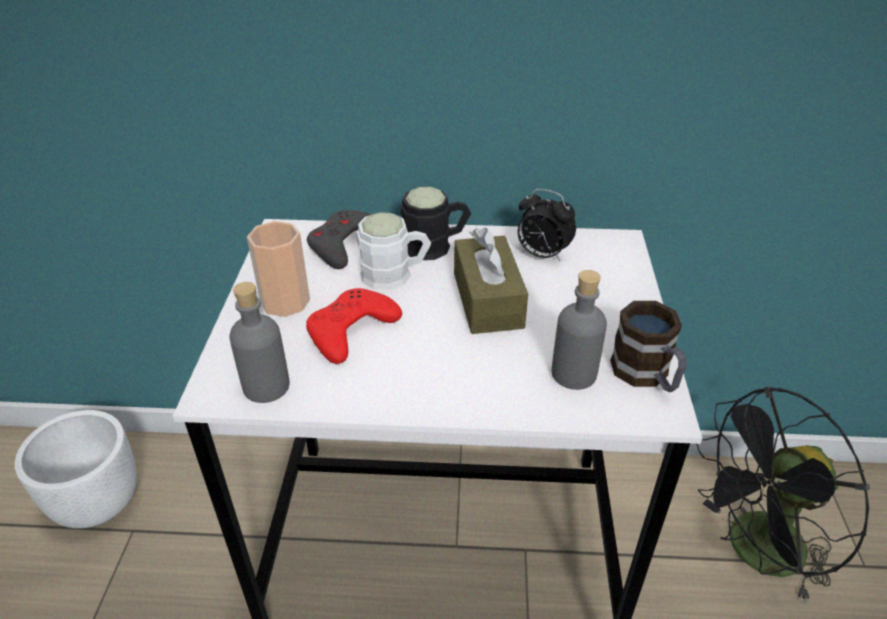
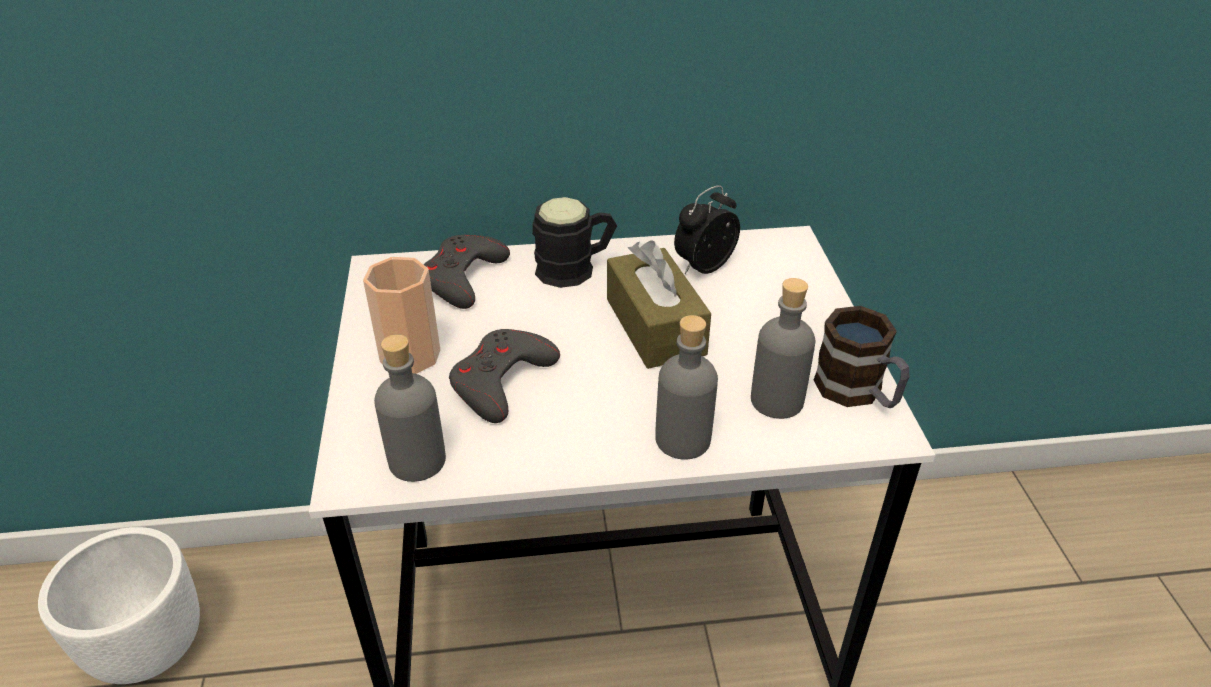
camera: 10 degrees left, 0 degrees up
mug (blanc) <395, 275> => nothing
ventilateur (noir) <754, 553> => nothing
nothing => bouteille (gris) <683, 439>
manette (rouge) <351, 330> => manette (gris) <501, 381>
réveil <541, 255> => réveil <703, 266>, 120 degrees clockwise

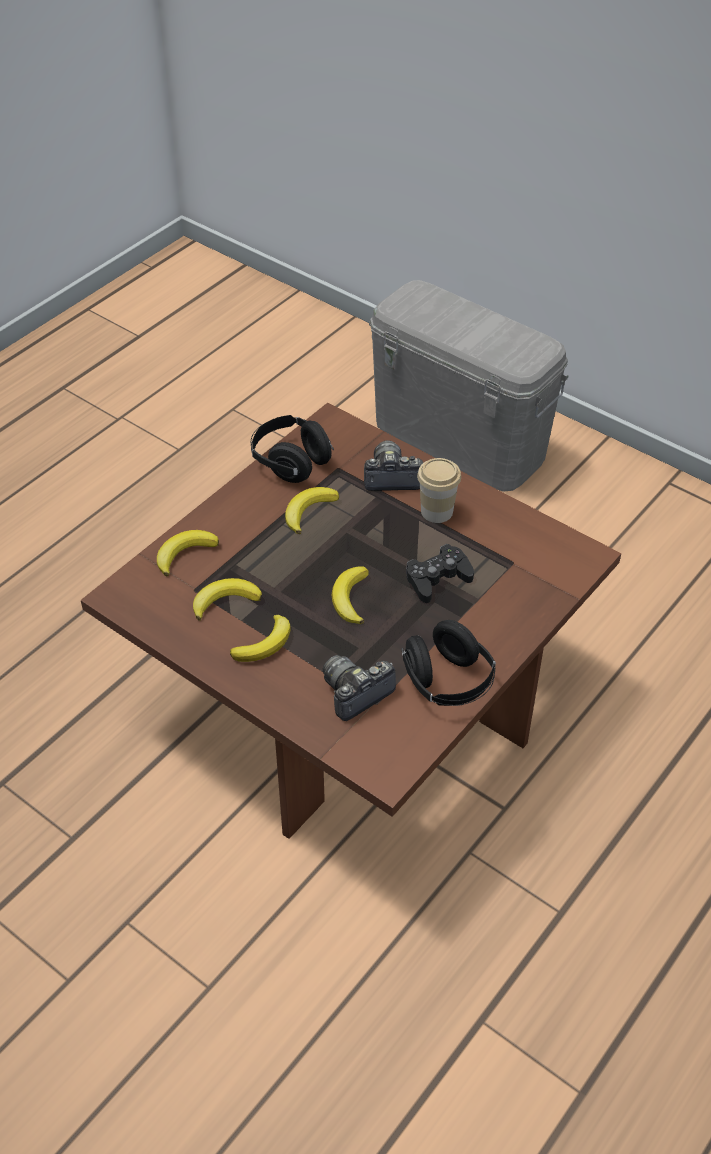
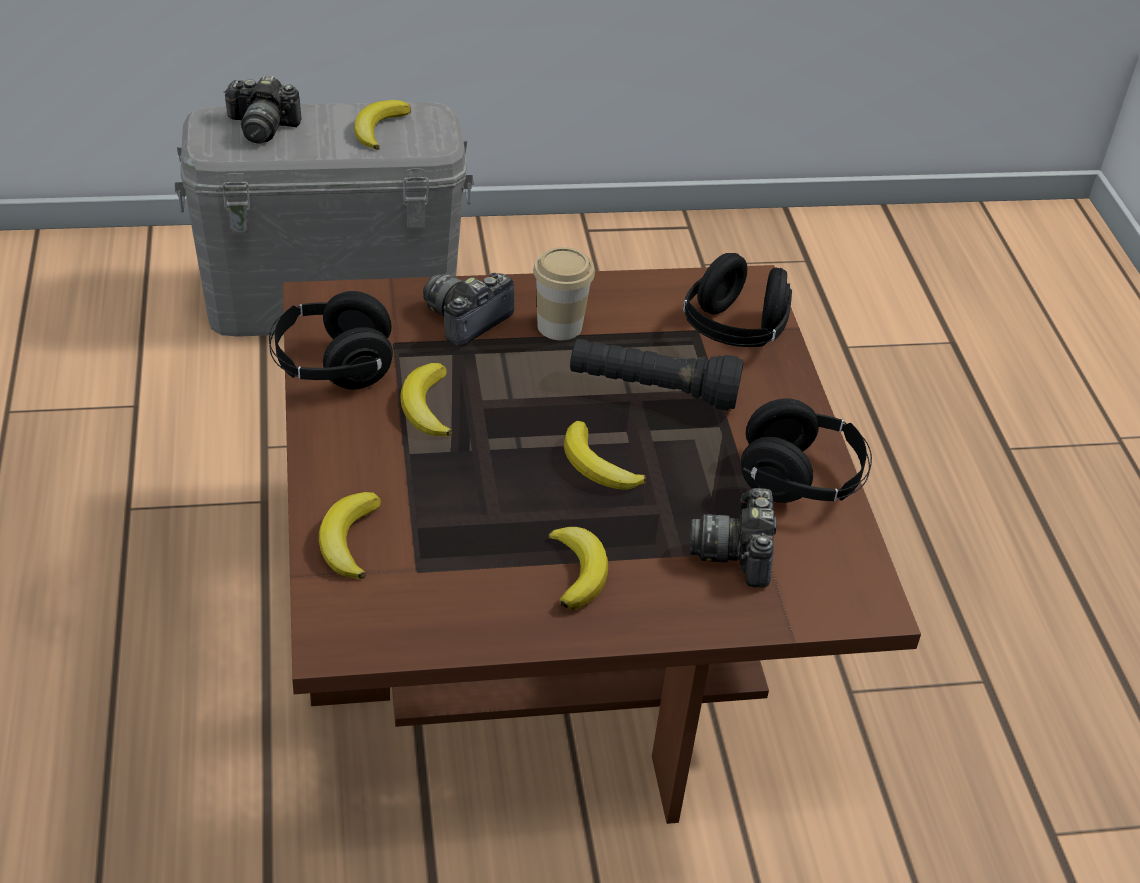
camera: 50 degrees left, 5 degrees down
nothing => appareil photo <262, 127>
nothing => casque audio (noir) <734, 331>
banane <225, 601> => banane <379, 128>, move
manette (noir) <437, 579> => lampe de poche (noir) <653, 390>

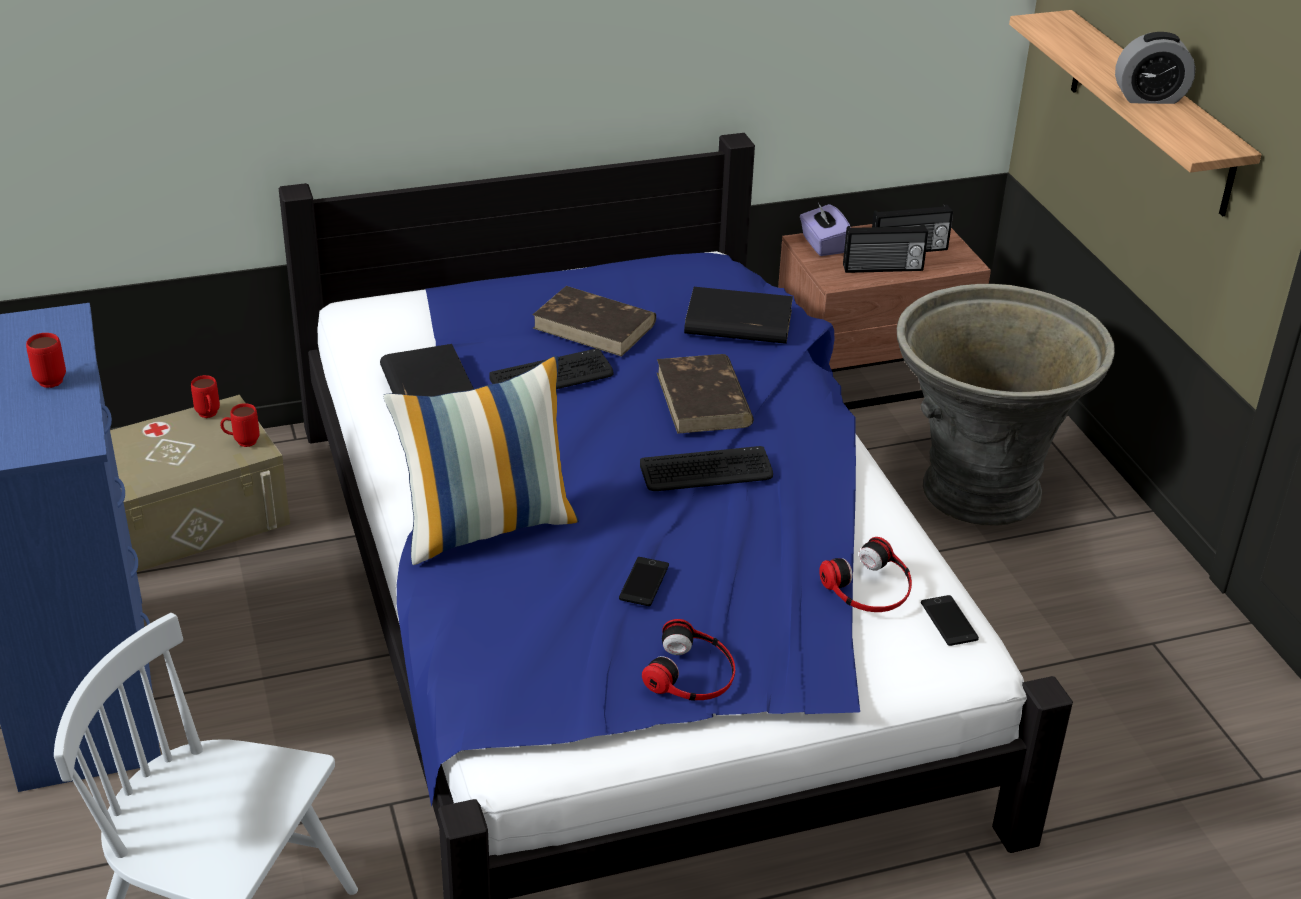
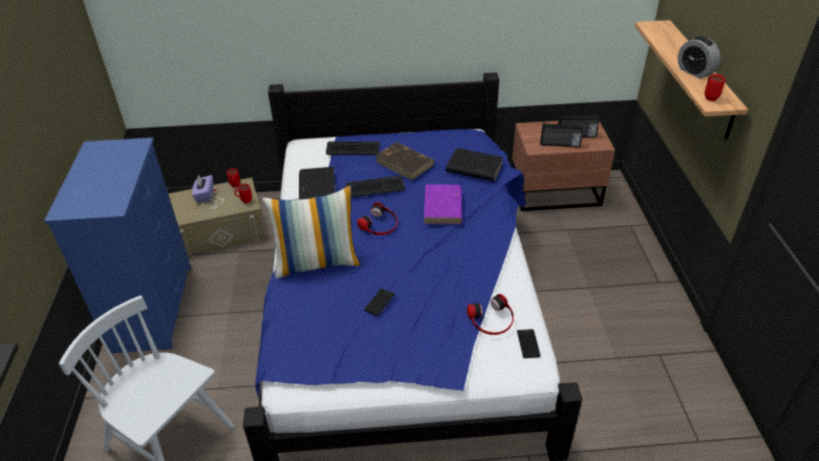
camera: 15 degrees right, 5 degrees up
cache-pot (gris) <978, 490> => nothing
mug (rouge) <53, 378> => mug (rouge) <710, 97>, move
clavier <706, 471> => clavier <353, 149>, move
casque audio <692, 673> => casque audio <380, 224>, move
boîte à mouchoirs (violet) <823, 245> => boîte à mouchoirs (violet) <204, 195>, move
livre (marron) <704, 400> => livre (violet) <443, 207>
réveil <1149, 98> => réveil <694, 72>, 45 degrees clockwise

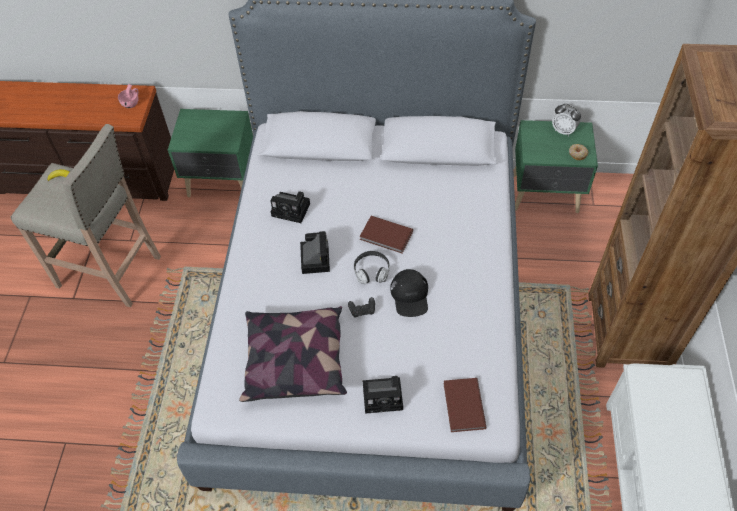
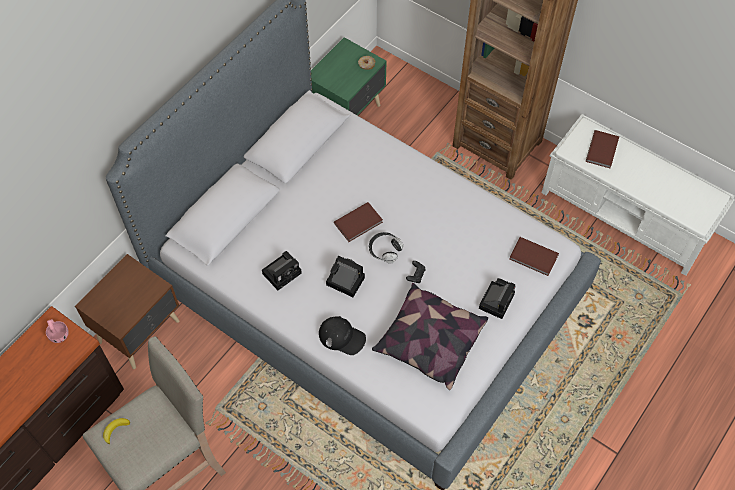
camera: 60 degrees left, 5 degrees up
réveil <563, 131> => nothing
nothing => livre (marron) <603, 150>
casquette (noir) <410, 295> => casquette (noir) <342, 337>, move
table de chevet (vert) <223, 182> => table de chevet (marron) <141, 331>

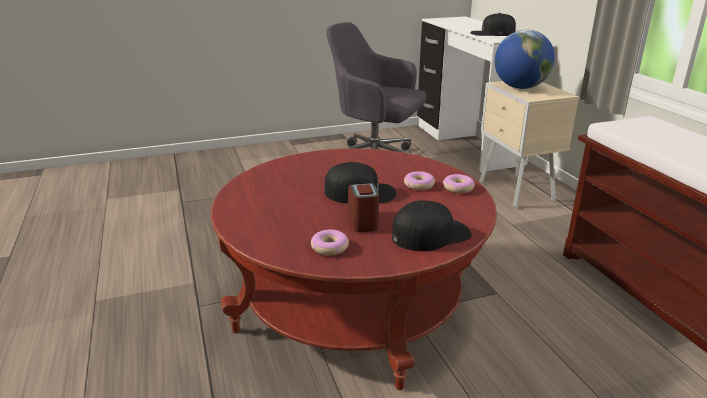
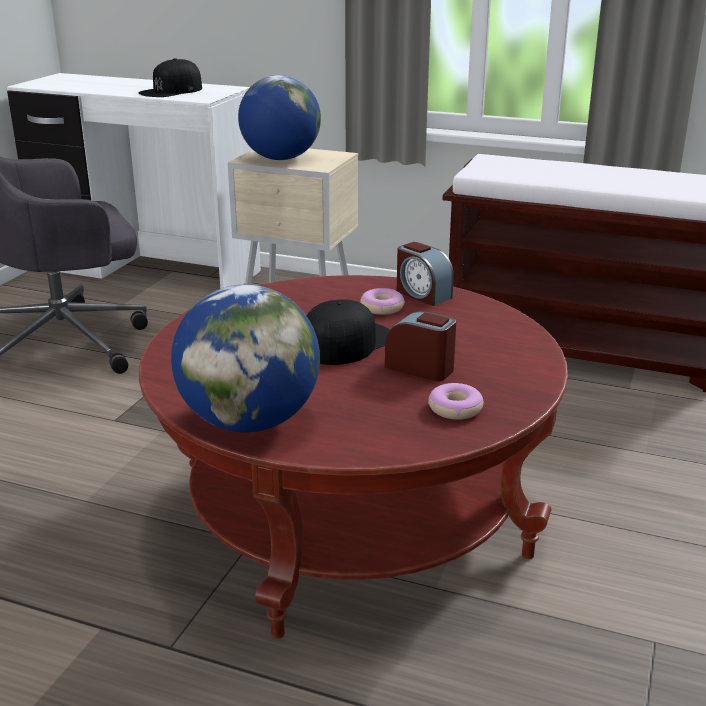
camera: 50 degrees left, 0 degrees up
casquette (noir) <430, 234> => nothing
nothing => globe <249, 422>
beignet <458, 188> => réveil <422, 294>

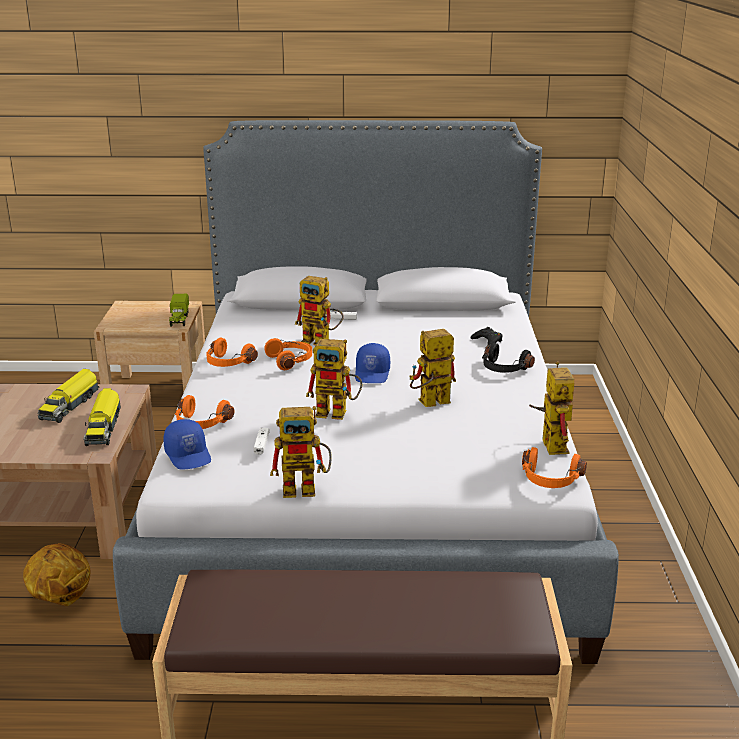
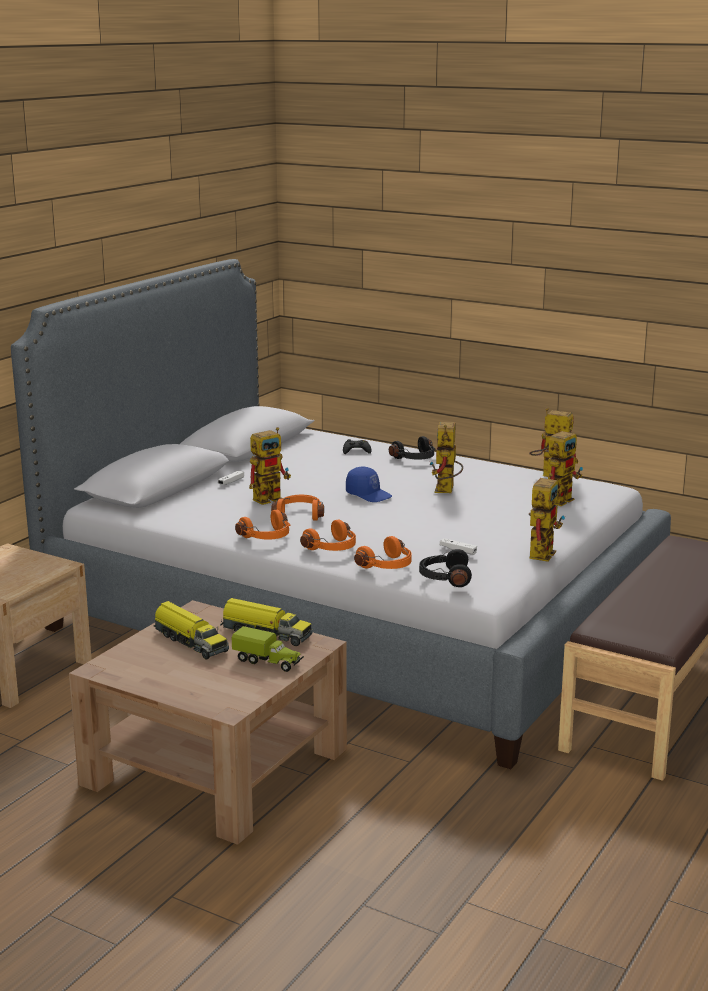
camera: 60 degrees left, 5 degrees down
ballon de basket <61, 599> => nothing
camion jouet <179, 319> => camion jouet <268, 662>, move
robot jouet <338, 413> => robot jouet <561, 498>, move
casque audio (orange) <550, 480> => casque audio (orange) <333, 548>, move
casquette (bleu) <189, 455> => casque audio (noir) <444, 578>

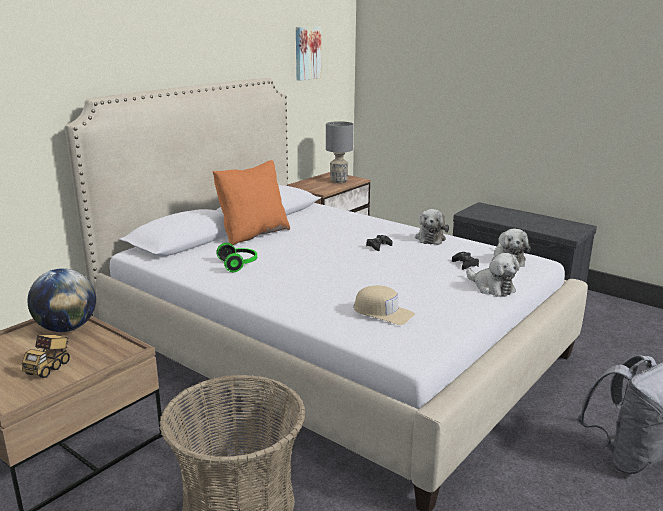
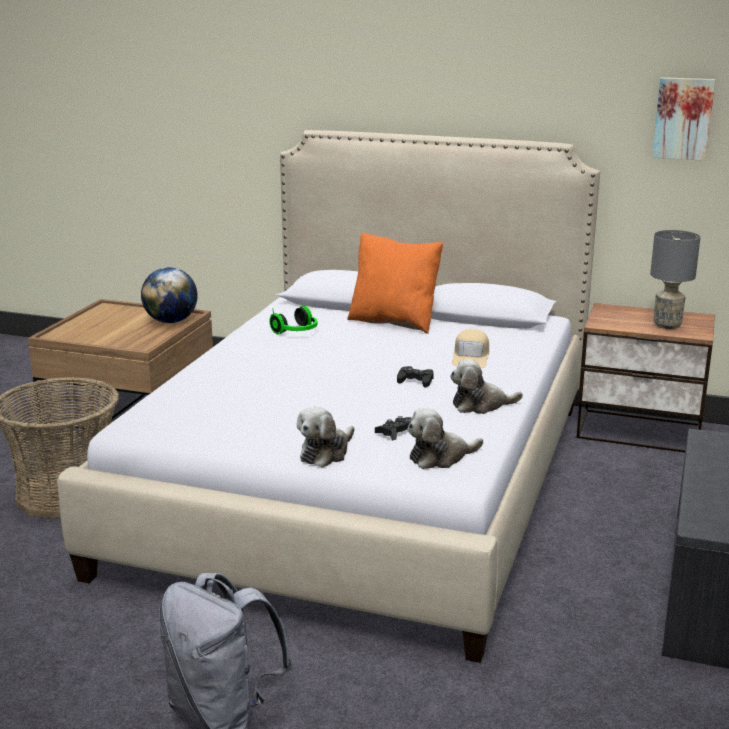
camera: 70 degrees right, 0 degrees up
camion jouet <49, 368> => nothing
casquette (beige) <383, 312> => casquette (beige) <471, 357>, move

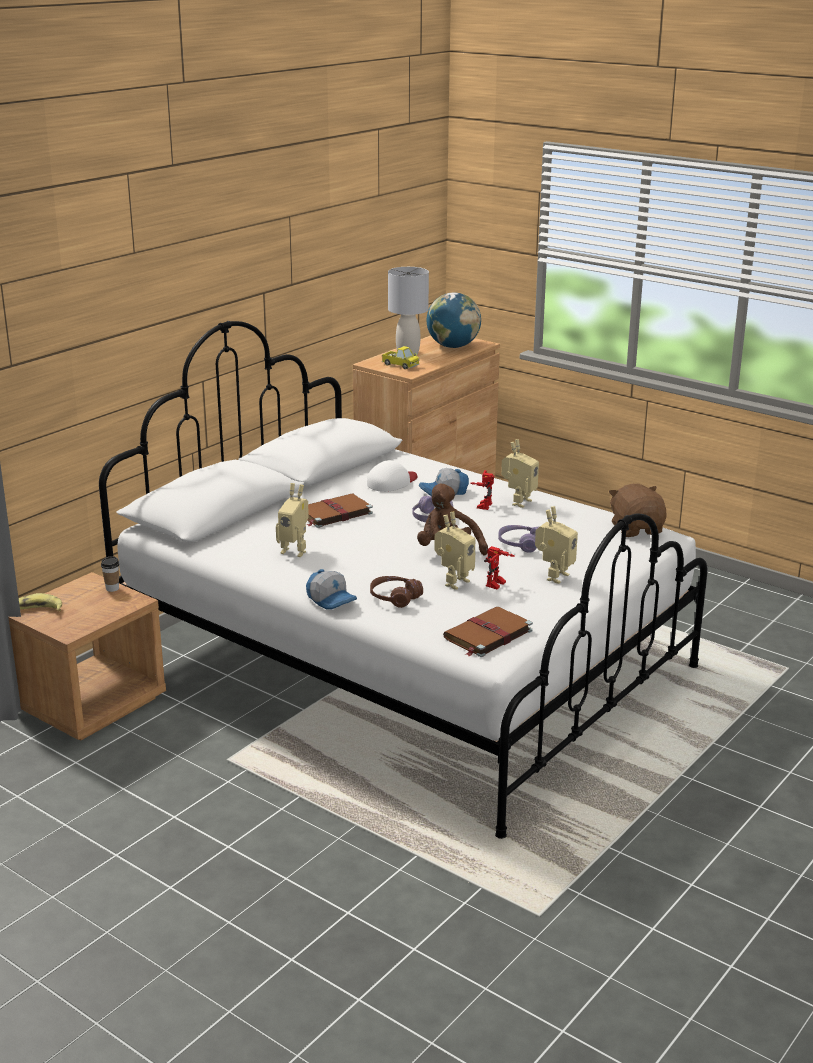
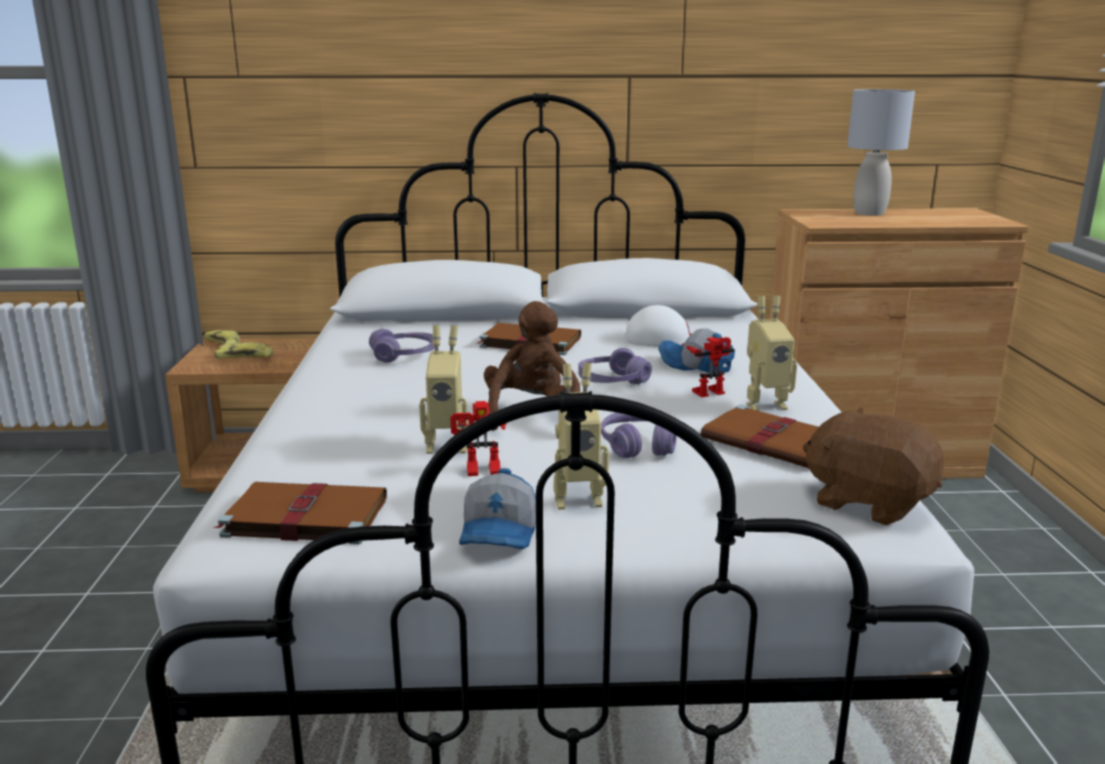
camera: 50 degrees right, 5 degrees down
tasse <112, 588> => nothing
casque audio (marron) <394, 598> => nothing
camion jouet <400, 365> => nothing
globe <453, 346> => nothing
nothing => banane <245, 359>
nothing => livre (marron) <774, 443>
casquette <332, 600> => casquette <501, 532>, move
robot jouet <295, 551> => casque audio (violet) <403, 356>
peluche (marron) <637, 529> => peluche (marron) <868, 502>, 90 degrees counterclockwise

